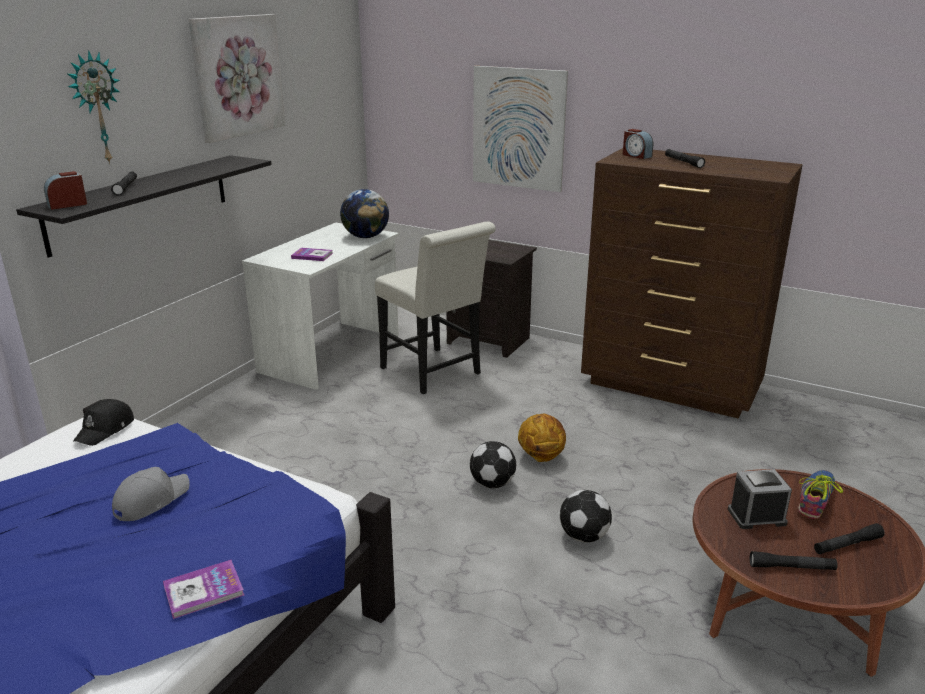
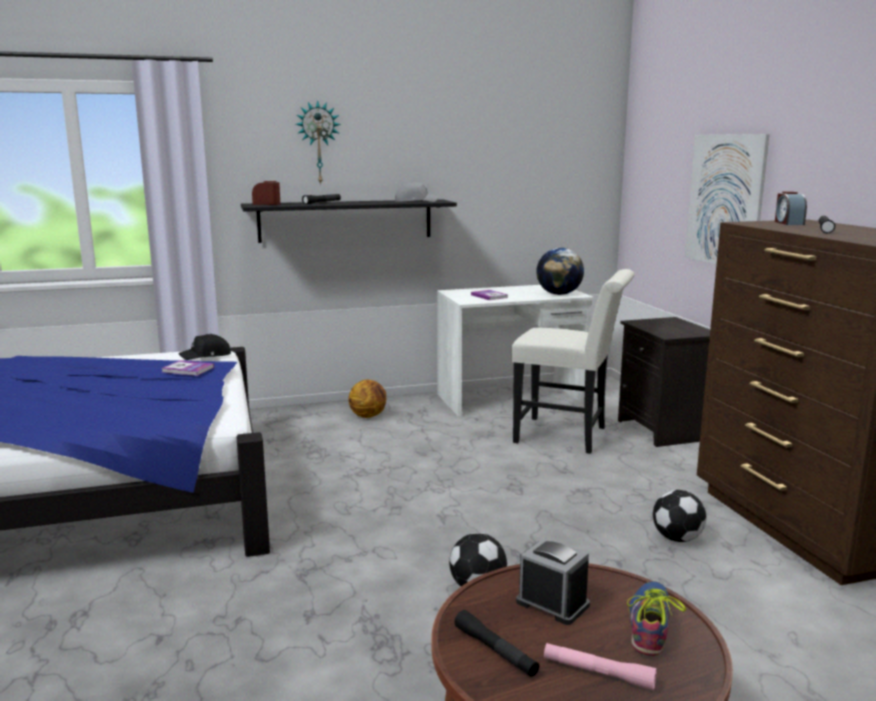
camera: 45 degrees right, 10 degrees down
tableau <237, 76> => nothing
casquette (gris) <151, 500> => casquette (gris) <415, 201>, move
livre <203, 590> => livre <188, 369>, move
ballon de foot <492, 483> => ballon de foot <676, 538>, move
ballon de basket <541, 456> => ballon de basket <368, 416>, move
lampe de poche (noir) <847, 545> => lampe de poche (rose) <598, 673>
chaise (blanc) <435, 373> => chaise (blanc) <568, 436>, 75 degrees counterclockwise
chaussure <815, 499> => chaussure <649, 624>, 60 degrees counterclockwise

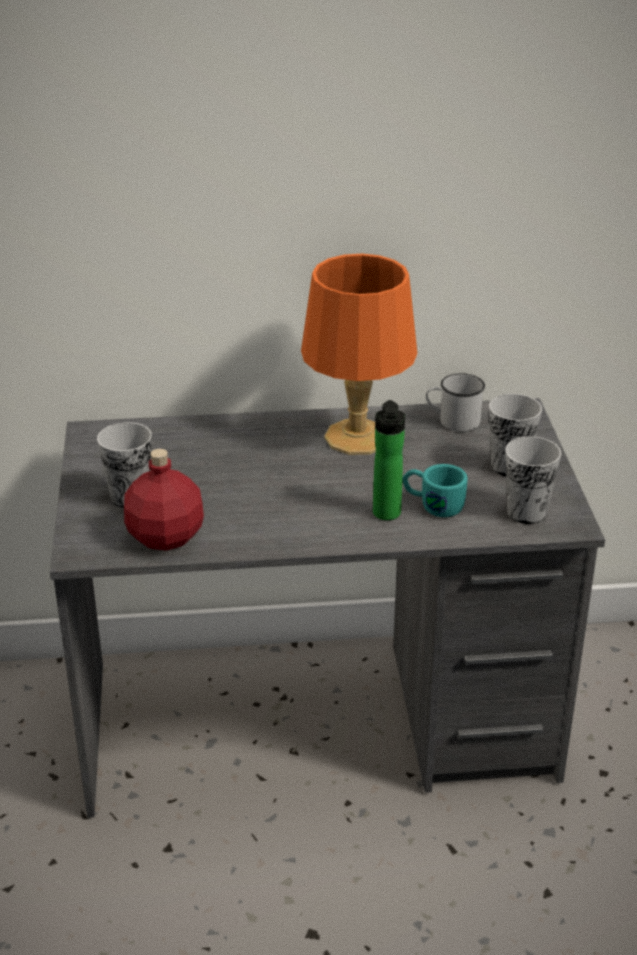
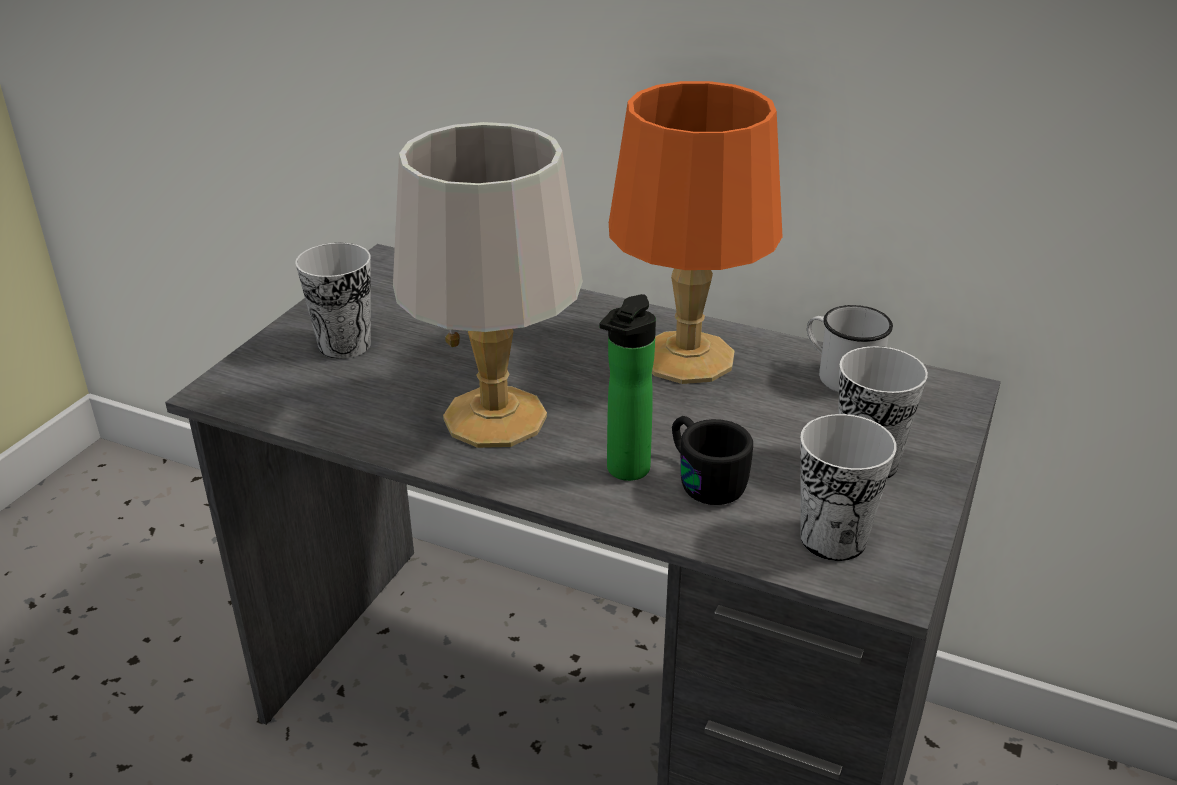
camera: 30 degrees right, 0 degrees up
bouteille (rouge) <166, 536> => nothing
nothing => lampe de table (gris) <497, 419>
mug (turquoise) <432, 504> => mug (noir) <702, 478>

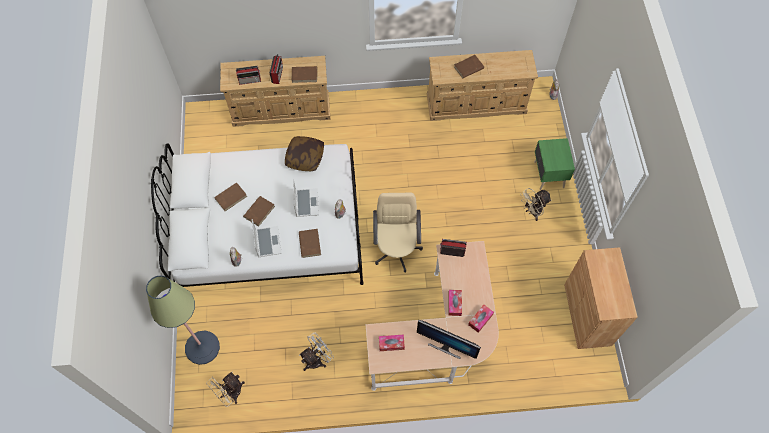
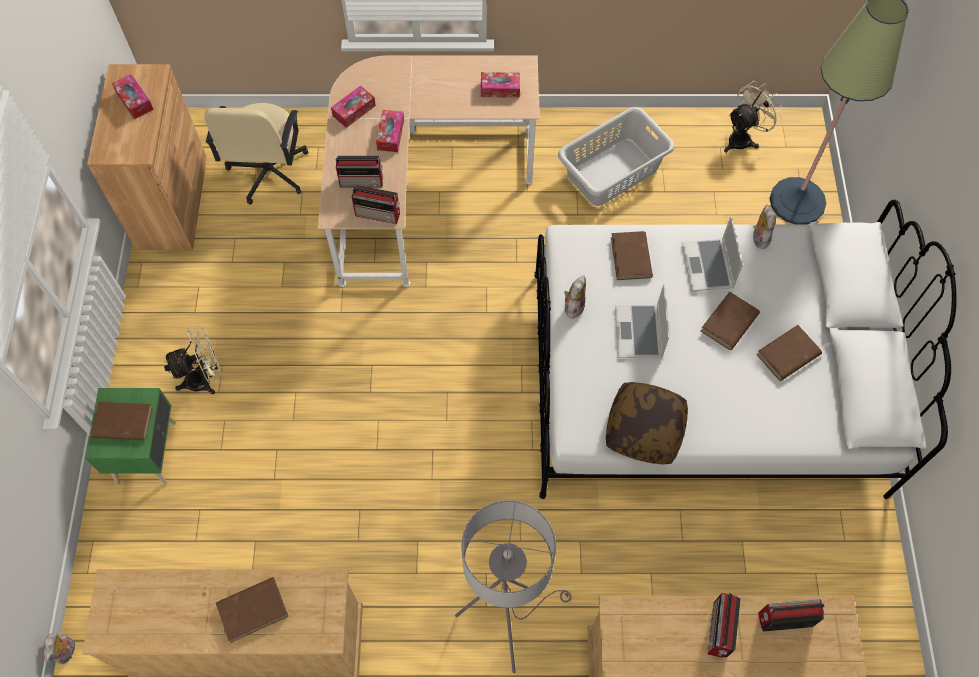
camera: 175 degrees left, 0 degrees up
écran d'ordinateur <446, 346> => nothing
nothing => boîte à mouchoirs <134, 101>
nothing => radio <362, 181>
nothing => lampadaire (gris) <506, 620>
livre (marron) <304, 75> => livre (marron) <122, 423>, move
chaise de bureau (beige) <396, 249> => chaise de bureau (beige) <268, 172>, move
ventilateur (blanc) <317, 359> => panier à linge (gris) <613, 172>

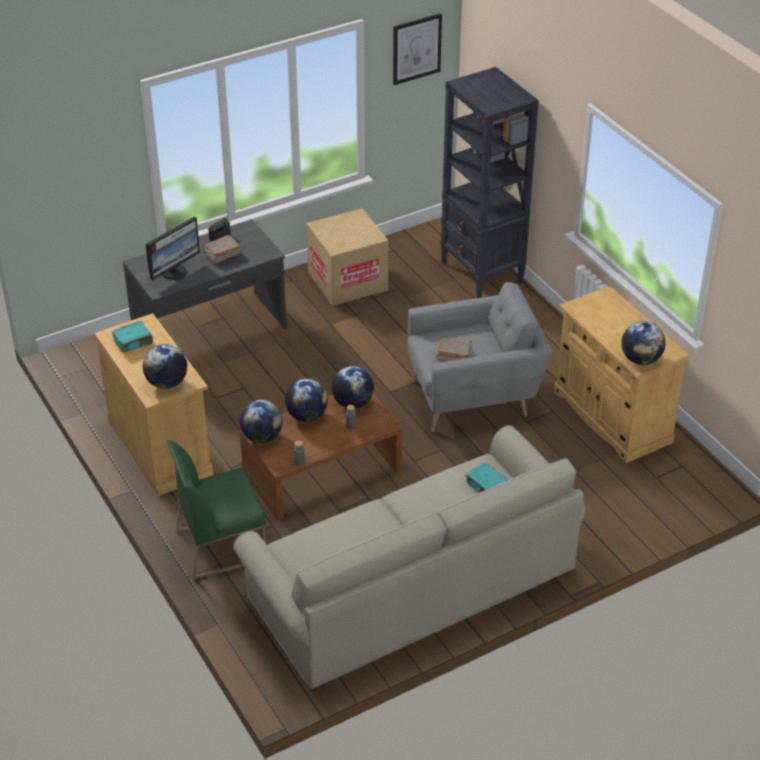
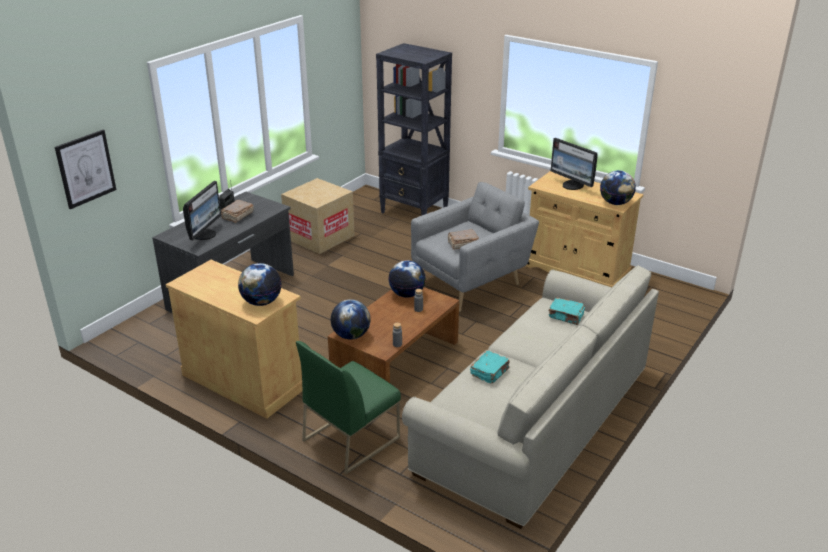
camera: 25 degrees left, 10 degrees down
globe <307, 416> => nothing
nothing => écran d'ordinateur <572, 185>
livre (turquoise) <133, 342> => livre (turquoise) <490, 372>, move
tableau <416, 48> => tableau <85, 168>, move

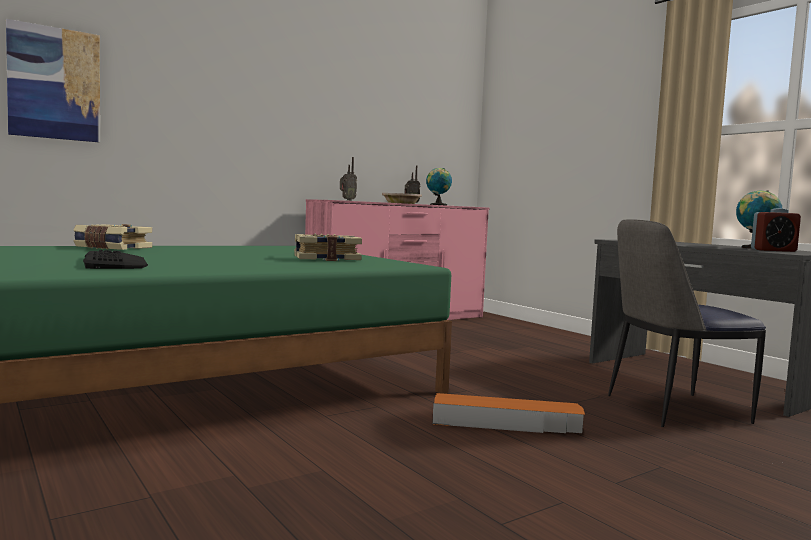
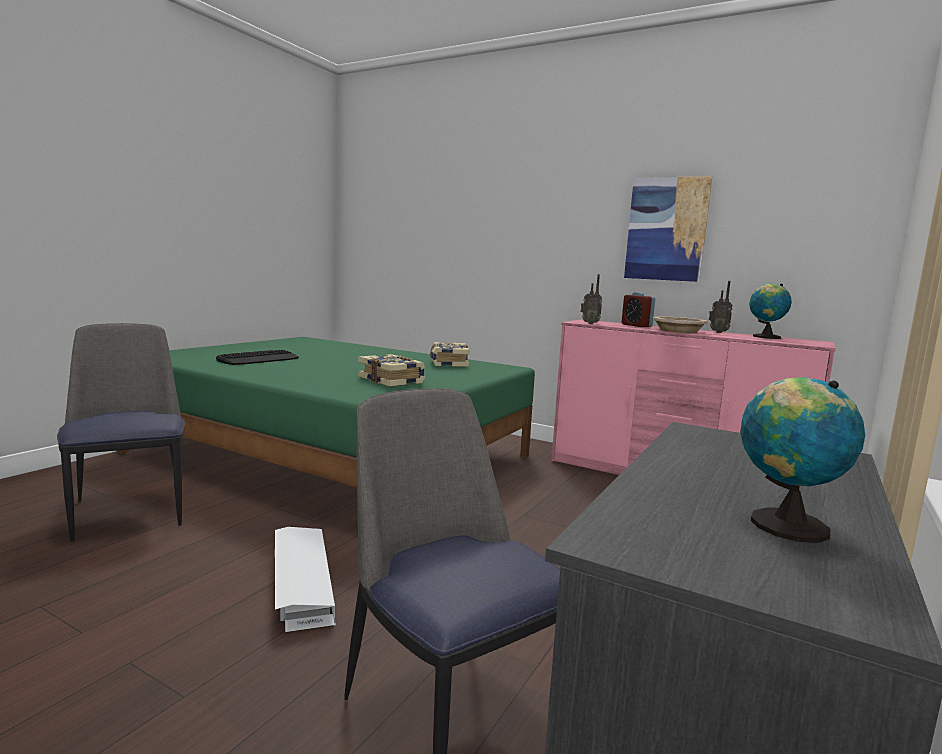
camera: 65 degrees right, 5 degrees up
nothing => chaise <130, 511>
tableau <54, 83> => tableau <666, 229>, move
livre <112, 248> => livre <448, 363>, move
réveil <773, 250> => réveil <636, 325>, move
boîte de rangement (orange) <506, 423> => boîte de rangement (blanc) <301, 584>

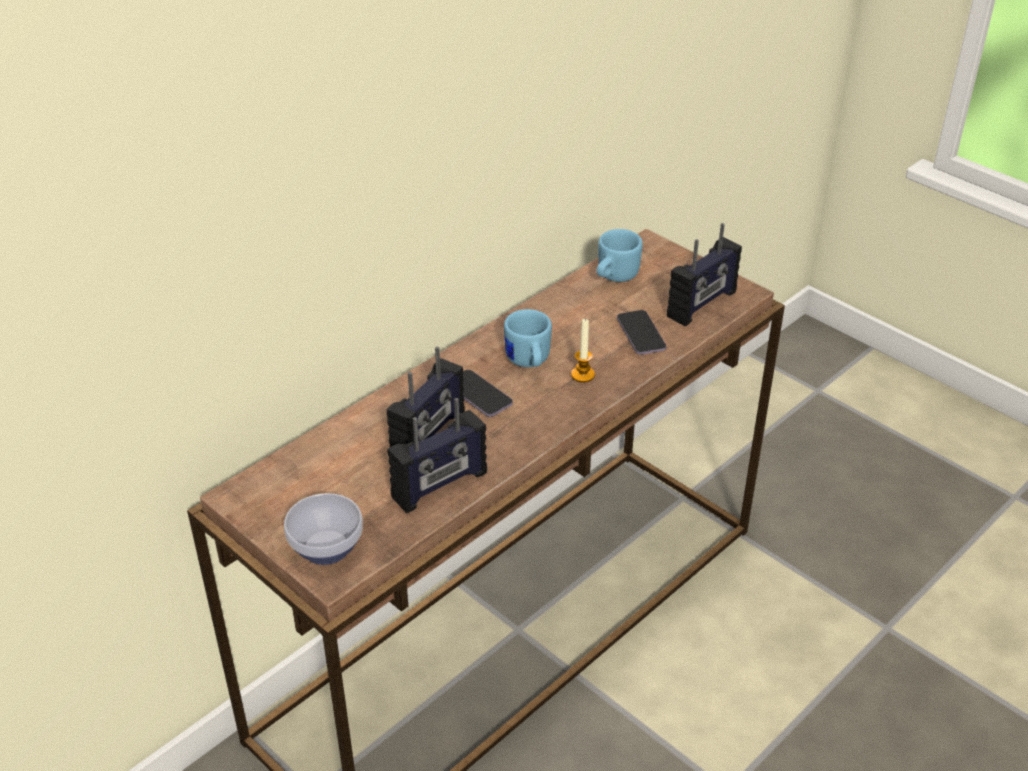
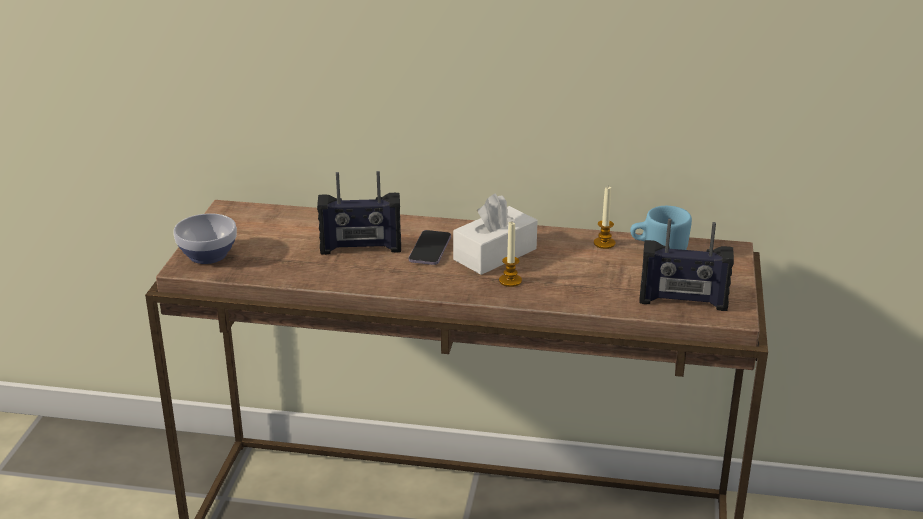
camera: 55 degrees right, 10 degrees down
radio <440, 486> => nothing
téléphone <641, 334> => nothing
nothing => bougie <604, 243>
mug (bleu) <528, 362> => boîte à mouchoirs (blanc) <495, 254>

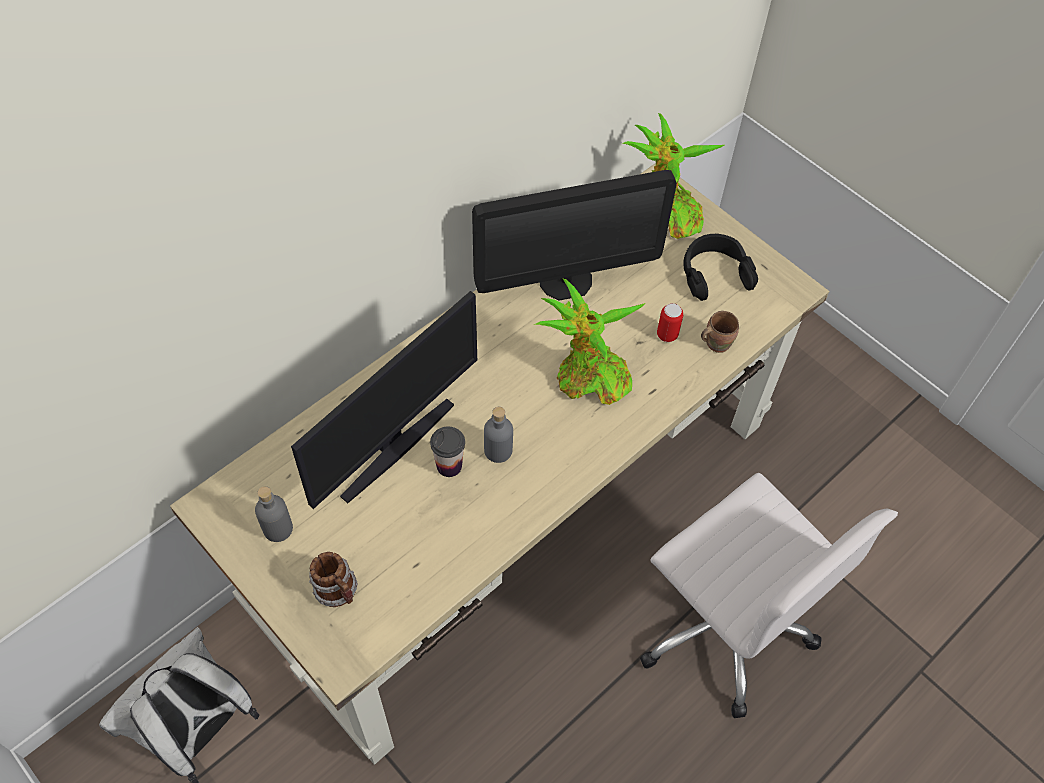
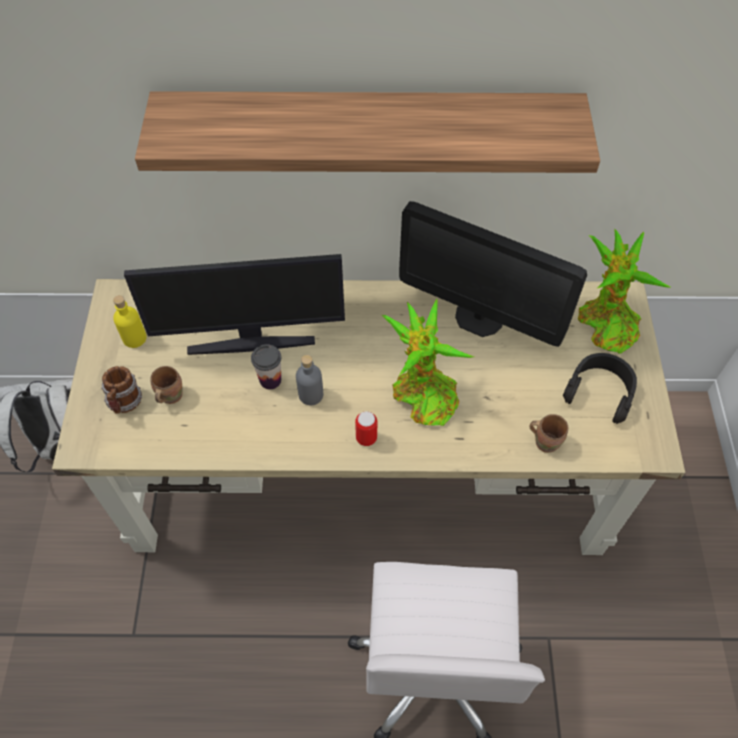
camera: 45 degrees right, 0 degrees up
nothing => étagère <368, 128>
nothing => mug (marron) <169, 395>
boîte métallique <667, 335> => boîte métallique <366, 438>, move
bouteille (gris) <278, 528> => bouteille (jaune) <134, 338>

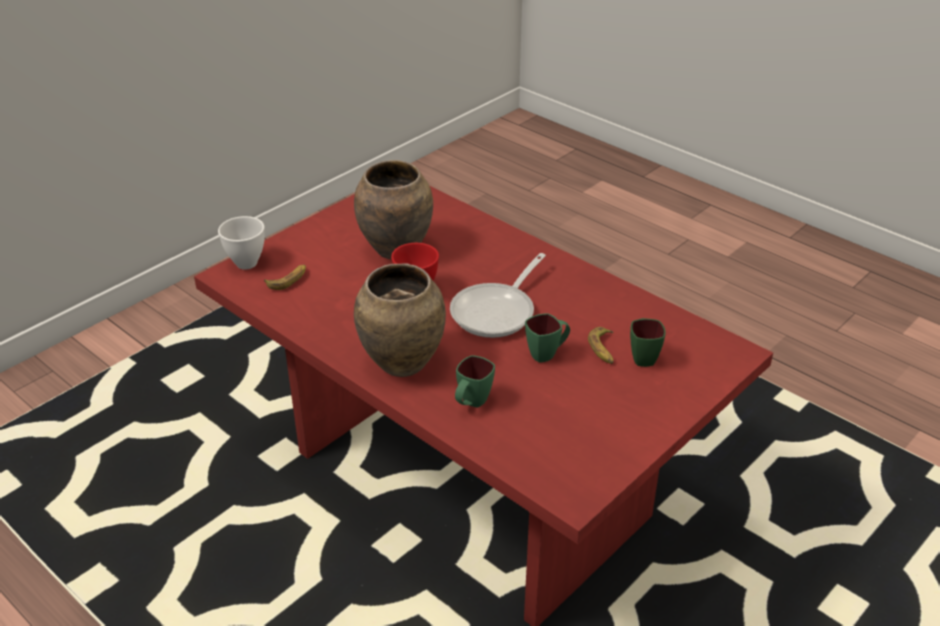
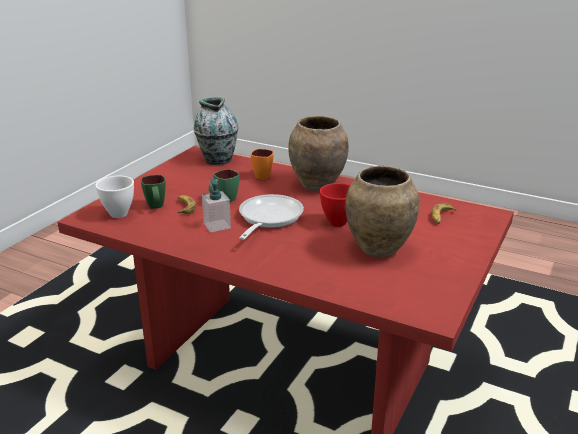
camera: 165 degrees right, 10 degrees down
nothing => vase <218, 159>
nothing => distributeur de savon <217, 225>
bol (blanc) <247, 263> => bol (blanc) <119, 214>, move
mug (vert) <471, 403> => mug (orange) <264, 175>

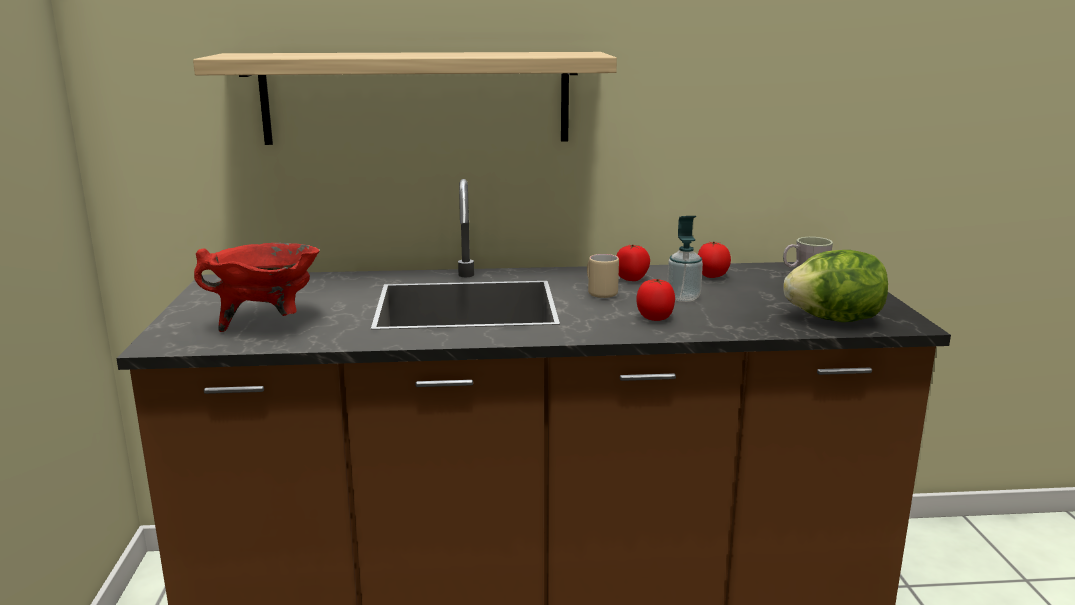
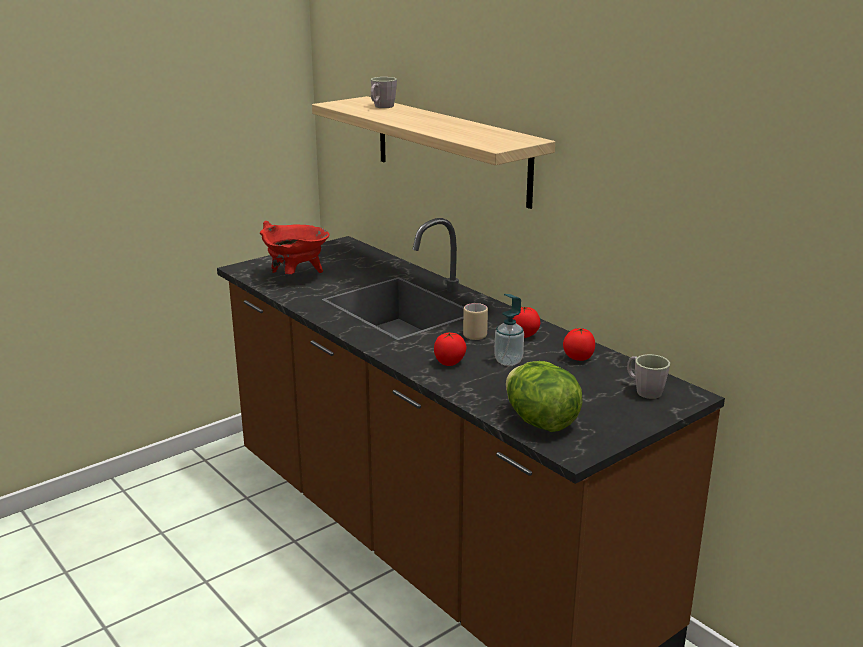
camera: 55 degrees right, 5 degrees up
nothing => mug (gris) <381, 107>

